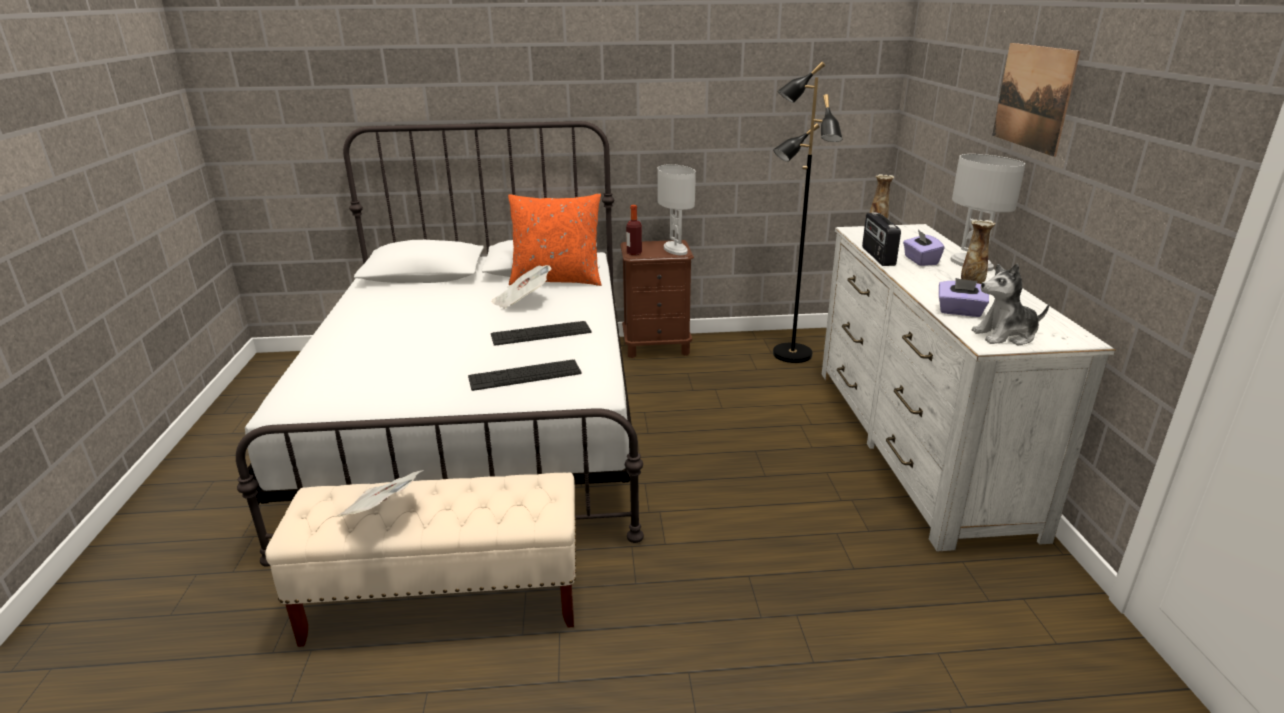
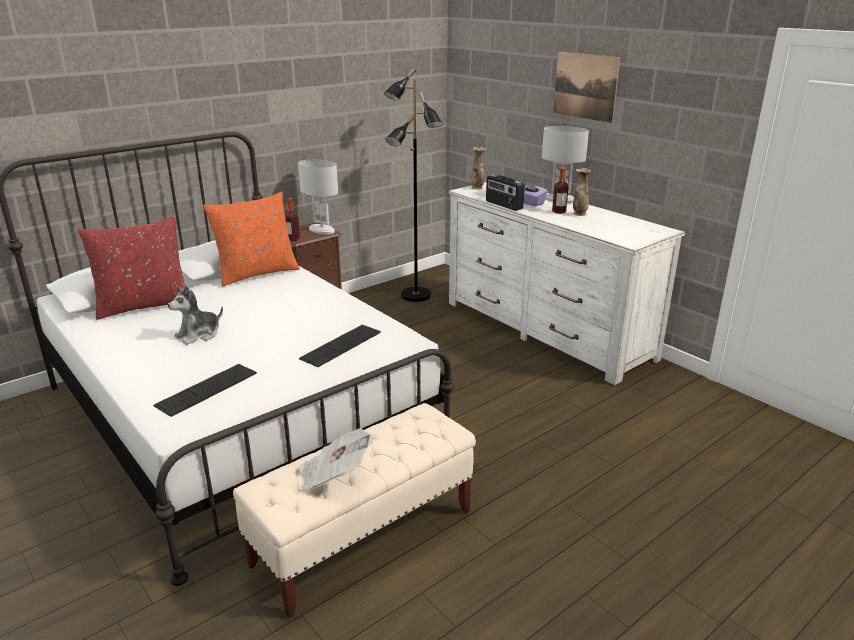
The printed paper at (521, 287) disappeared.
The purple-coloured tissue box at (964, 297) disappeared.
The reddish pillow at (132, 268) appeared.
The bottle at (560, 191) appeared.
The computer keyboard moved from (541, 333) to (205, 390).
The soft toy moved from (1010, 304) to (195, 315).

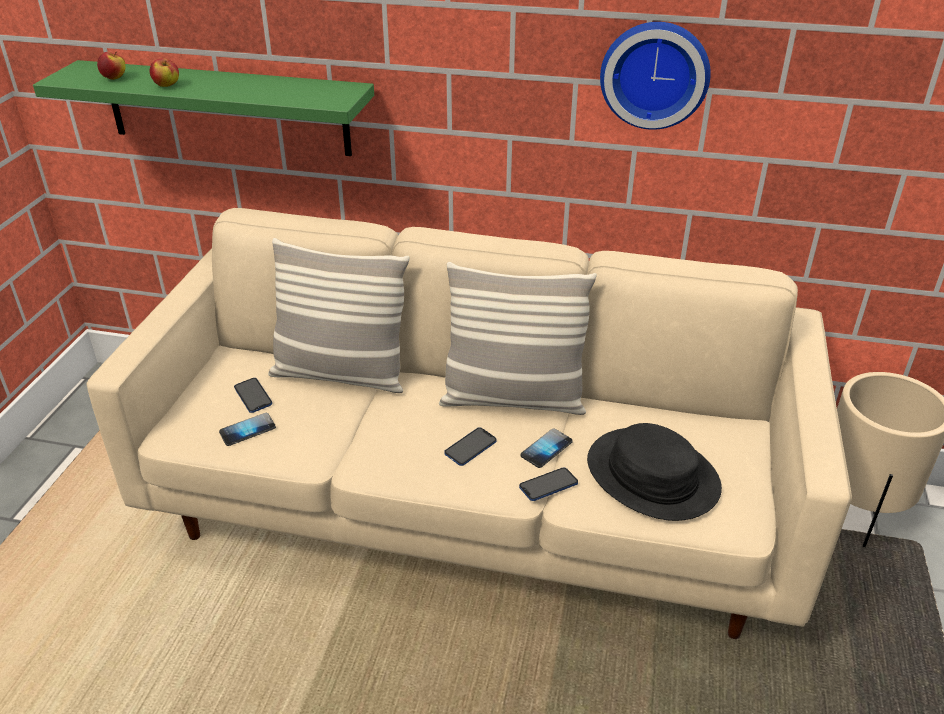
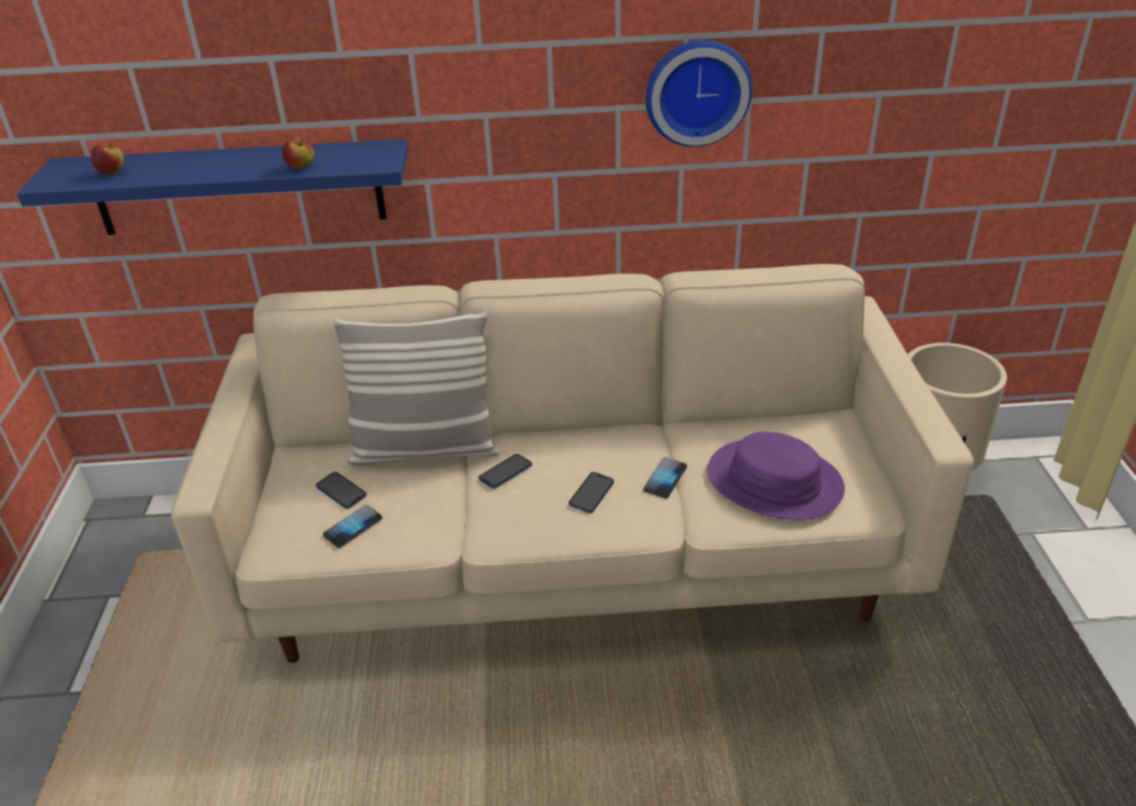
The pillow at (518, 338) disappeared.
The whole apple moved from (164, 72) to (298, 153).
The telephone moved from (548, 484) to (505, 471).
The green shelf at (203, 108) became the blue-coloured shelf at (212, 187).
The black-coloured clothing hat at (654, 472) became the purple-coloured clothing hat at (776, 476).

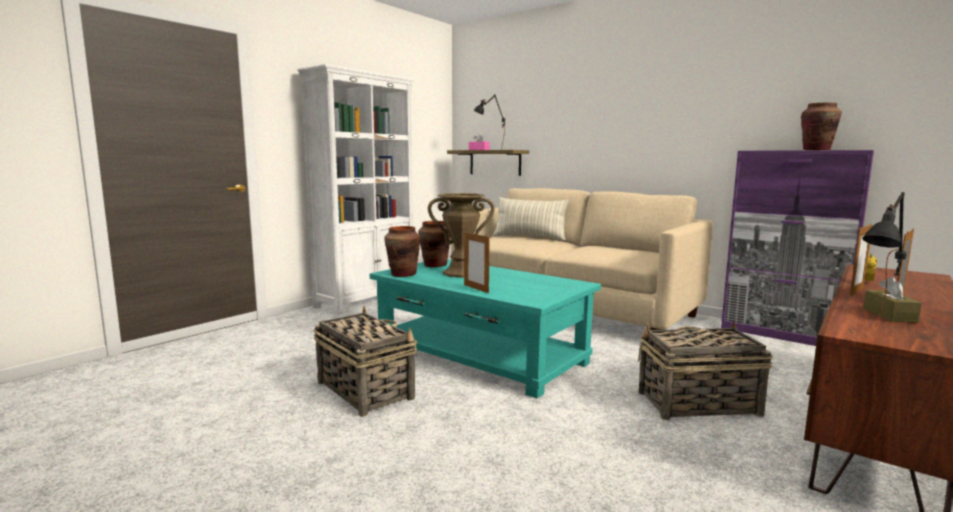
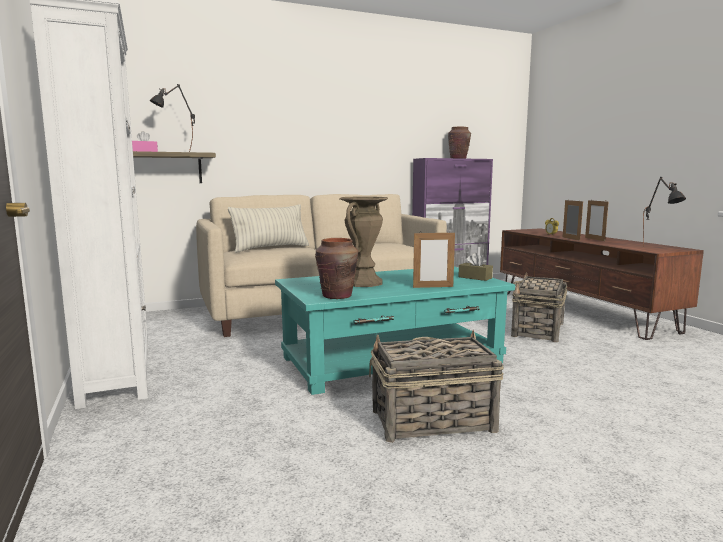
The brown decorative vase at (434, 244) disappeared.
The brown tissue box moved from (892, 300) to (475, 267).

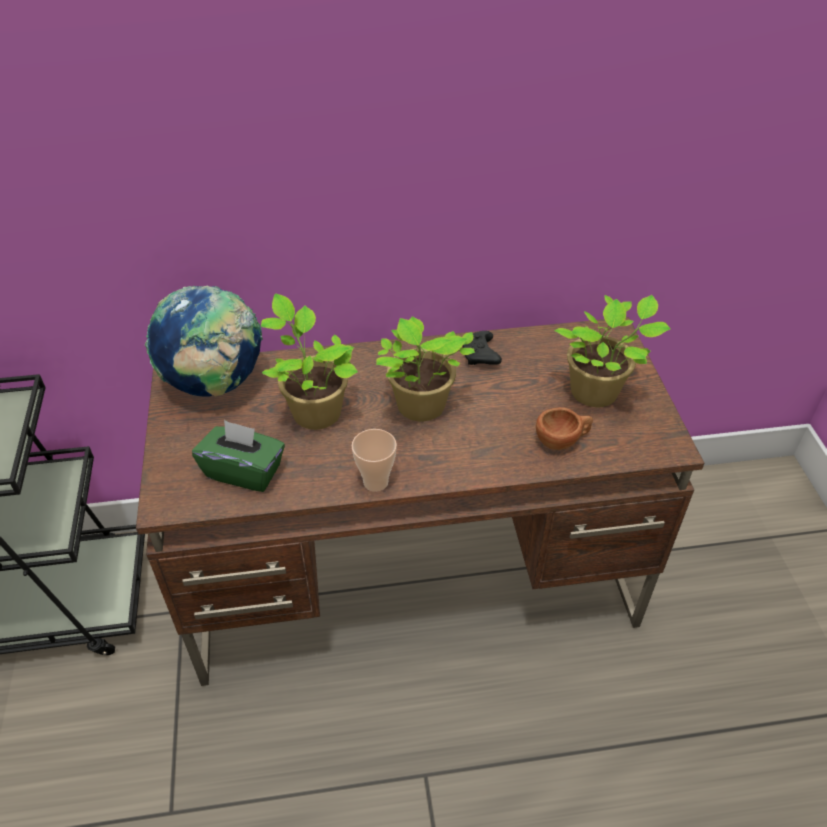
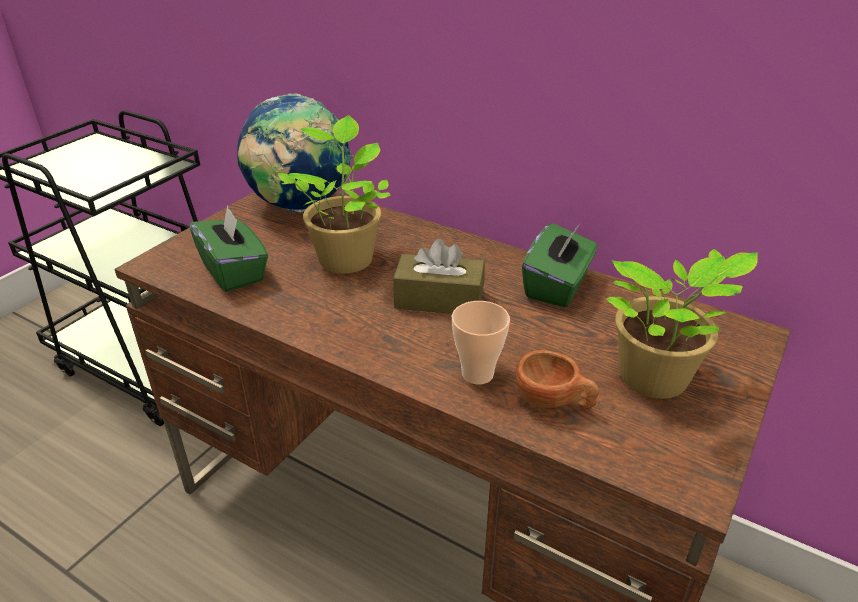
The small cup moved from (374, 460) to (481, 342).
The plant in a pot at (425, 368) was replaced by the brown tissue box at (439, 276).
The black-coloured joypad at (482, 348) was replaced by the green tissue box at (560, 265).

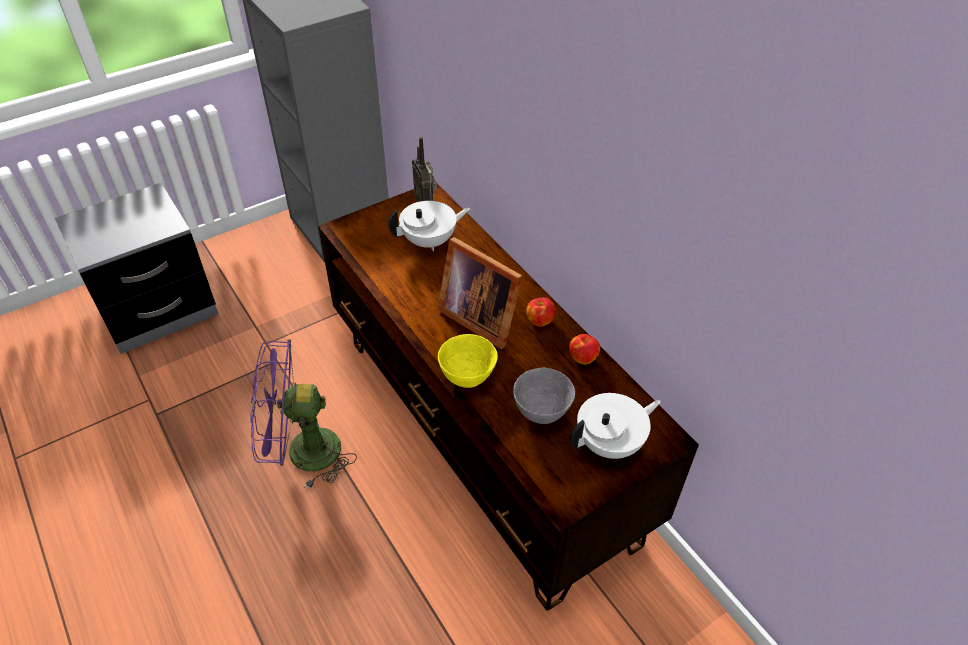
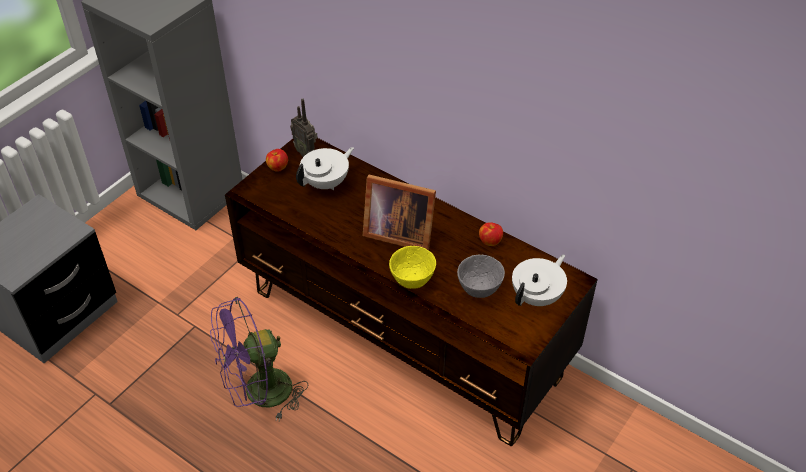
The whole apple moved from (541, 312) to (277, 160).

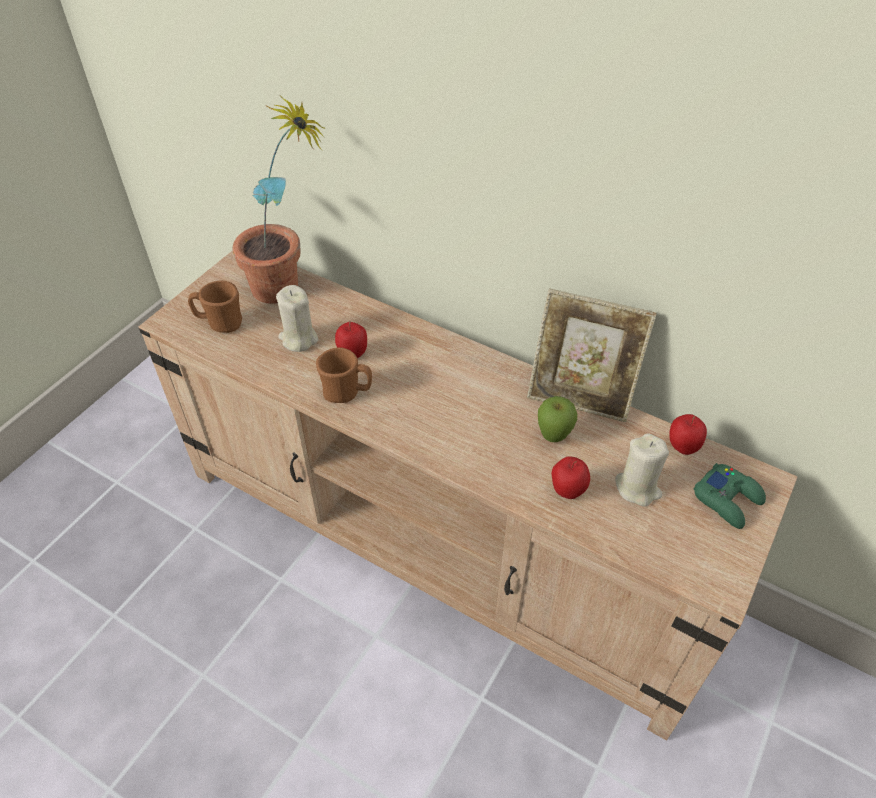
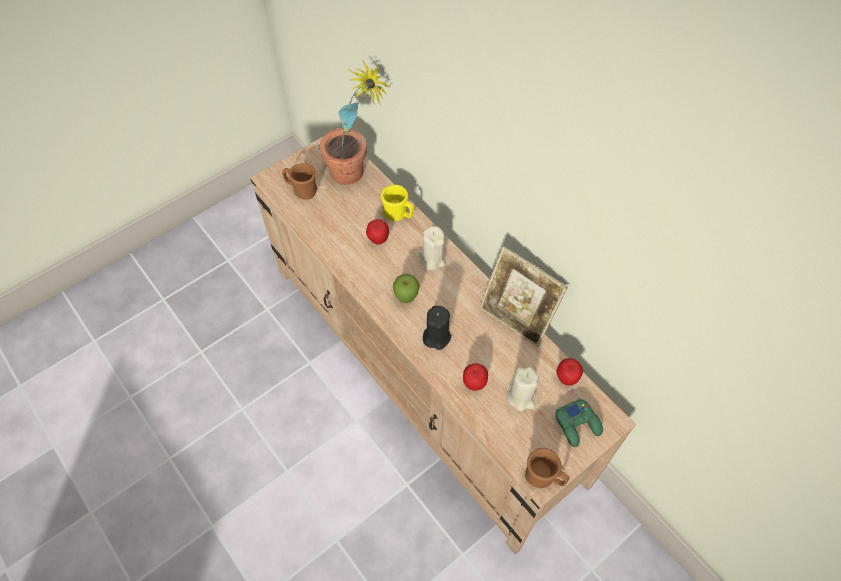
The yellowish coffee mug at (397, 203) appeared.
The black-coloured wax candle at (437, 328) appeared.
The sand-coloured wax candle moved from (297, 318) to (432, 248).
The brown coffee mug moved from (344, 375) to (547, 468).
The whole apple moved from (557, 419) to (406, 288).

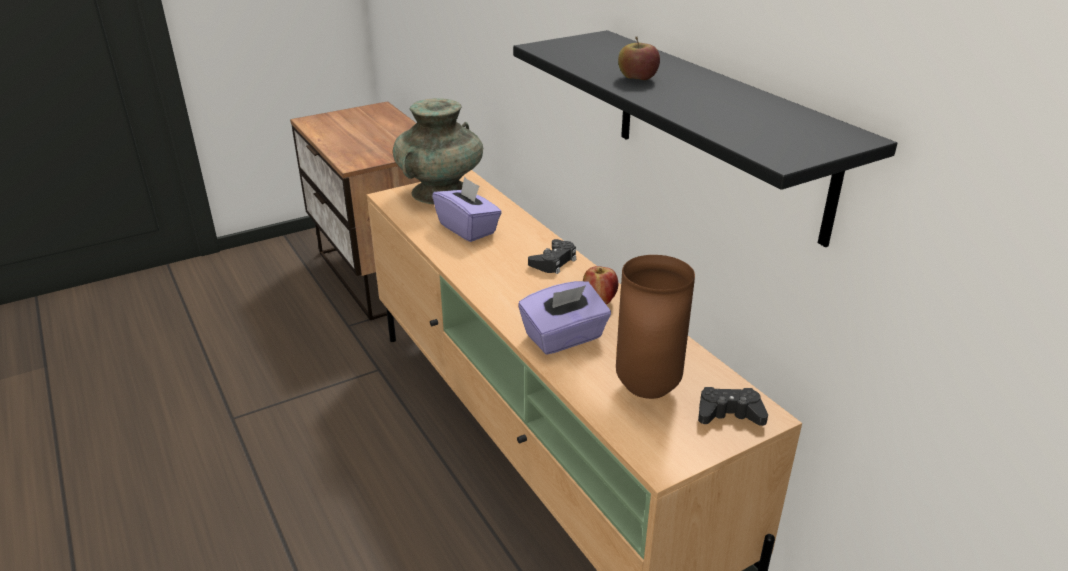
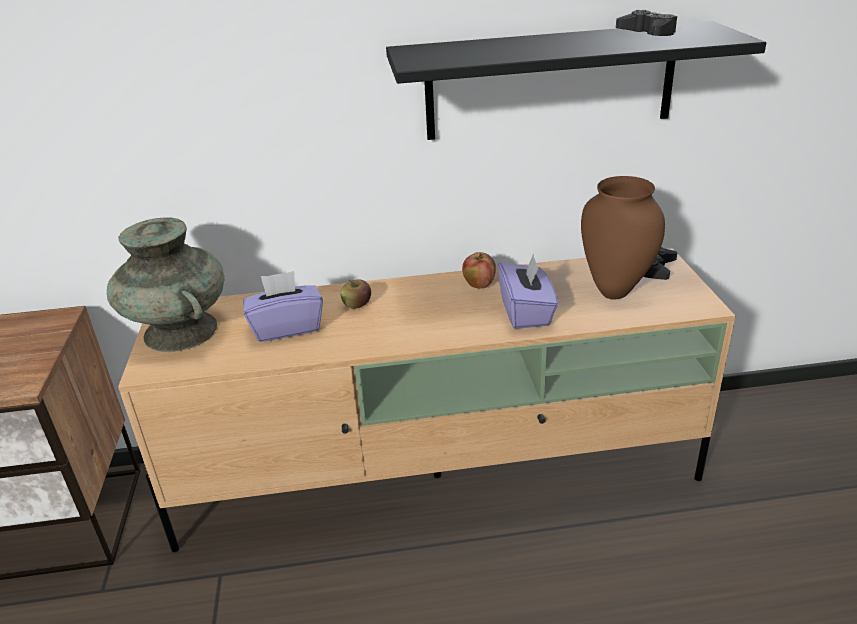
The black-coloured joypad moved from (552, 256) to (646, 23).
The whole apple moved from (639, 58) to (356, 294).

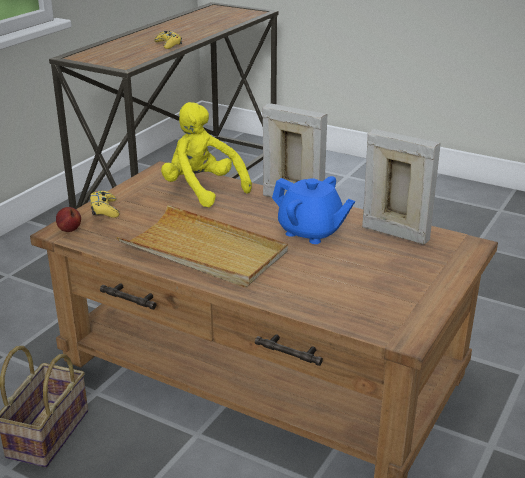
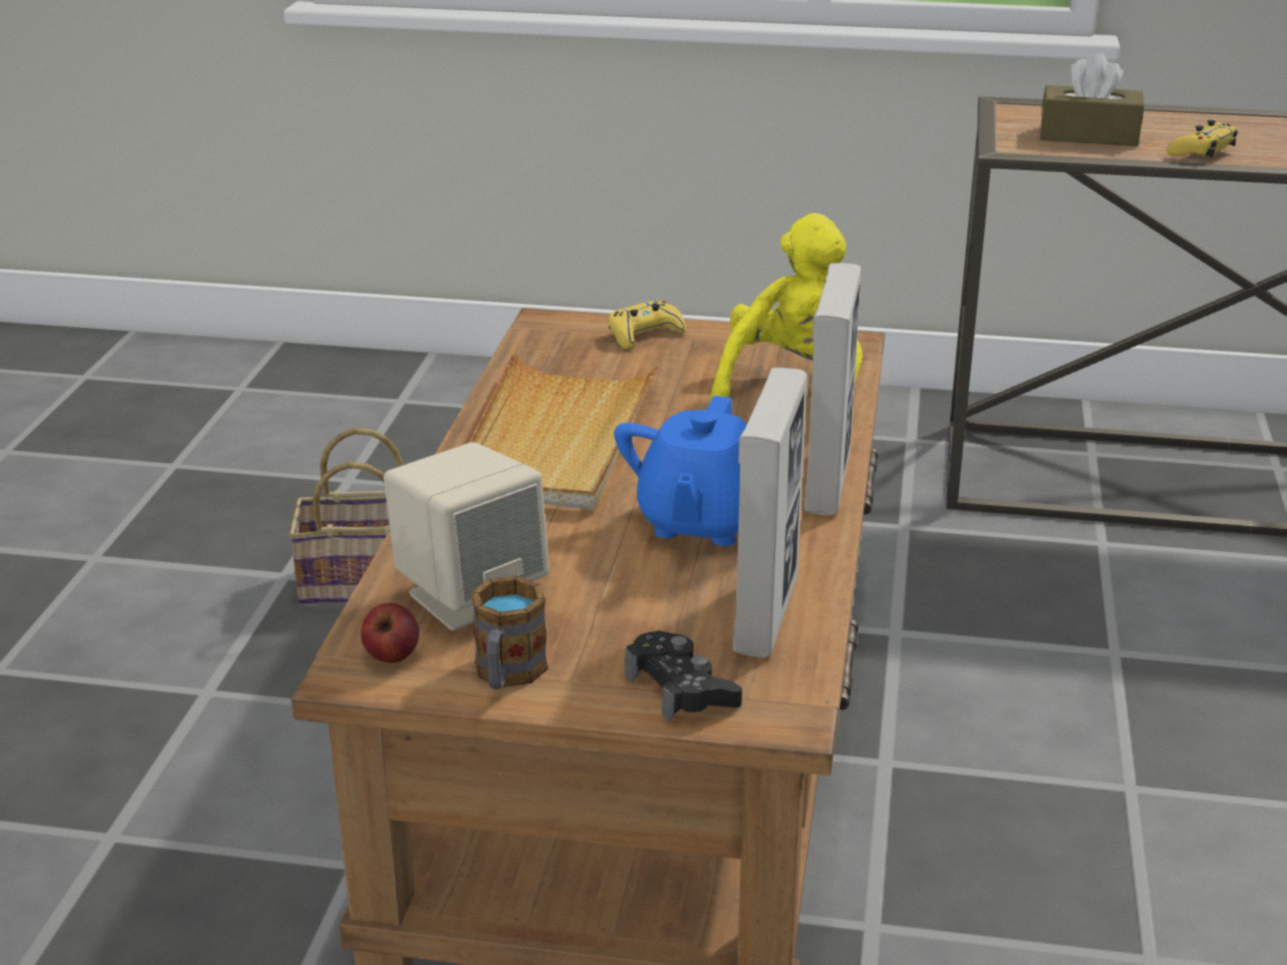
The sand-coloured audio speaker at (466, 536) appeared.
The coffee mug at (509, 633) appeared.
The black-coloured joypad at (683, 676) appeared.
The brown tissue box at (1092, 99) appeared.
The whole apple moved from (68, 219) to (390, 633).

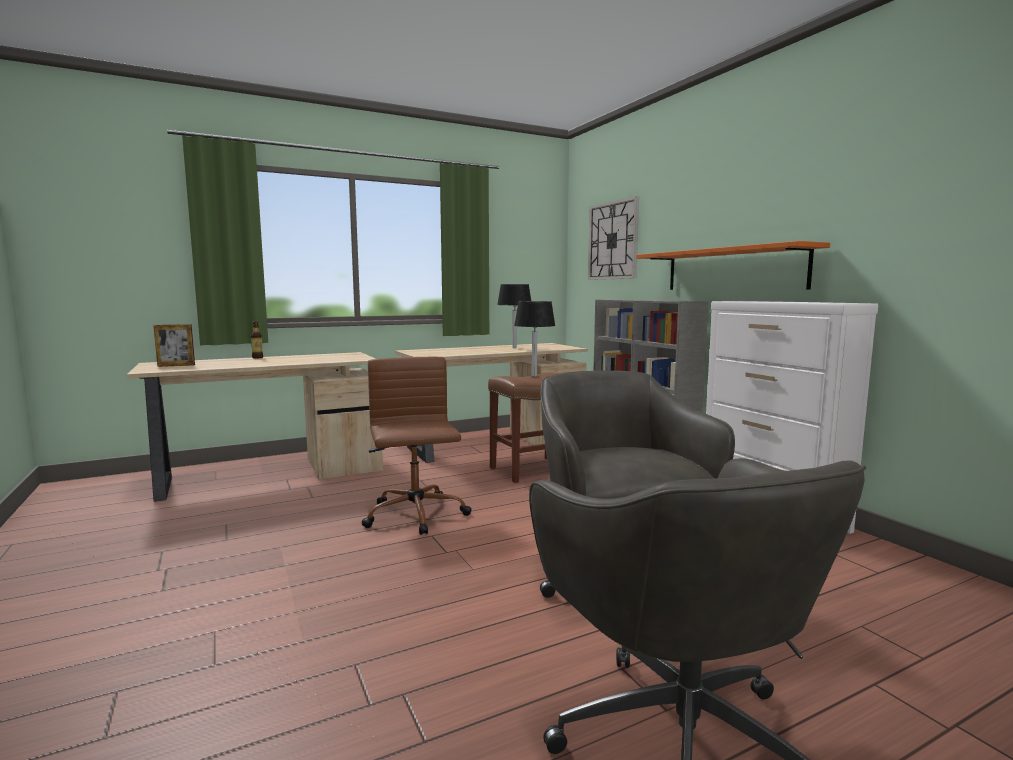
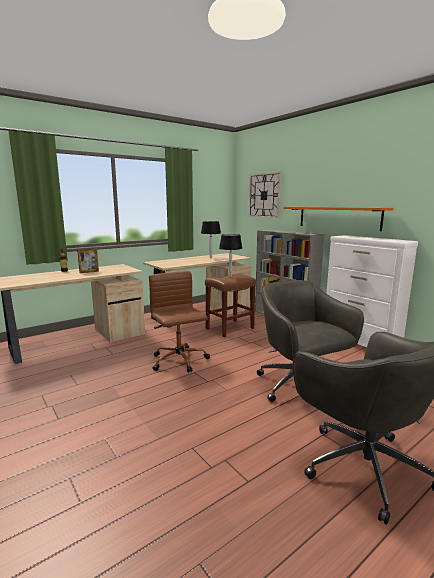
The photo frame moved from (174, 345) to (88, 261).

